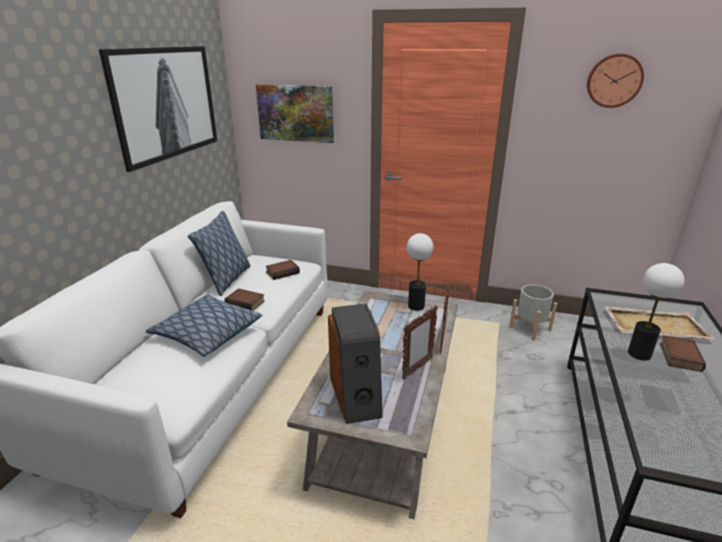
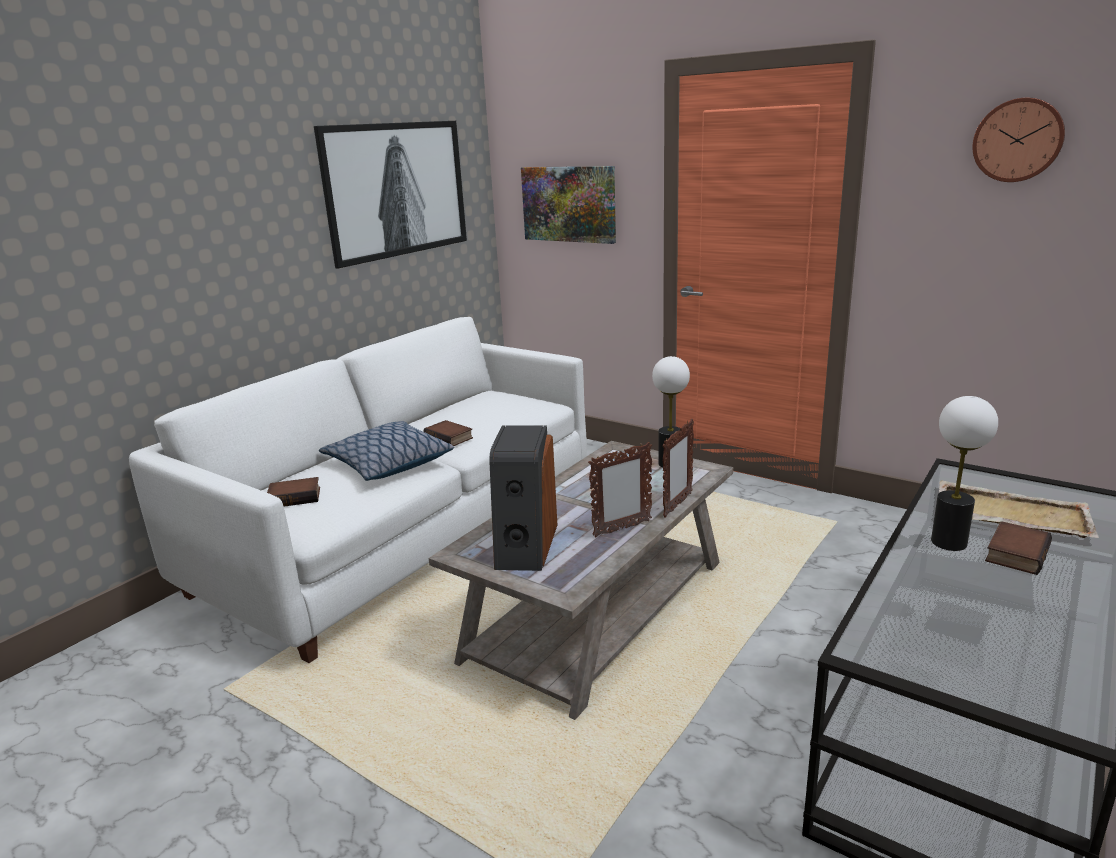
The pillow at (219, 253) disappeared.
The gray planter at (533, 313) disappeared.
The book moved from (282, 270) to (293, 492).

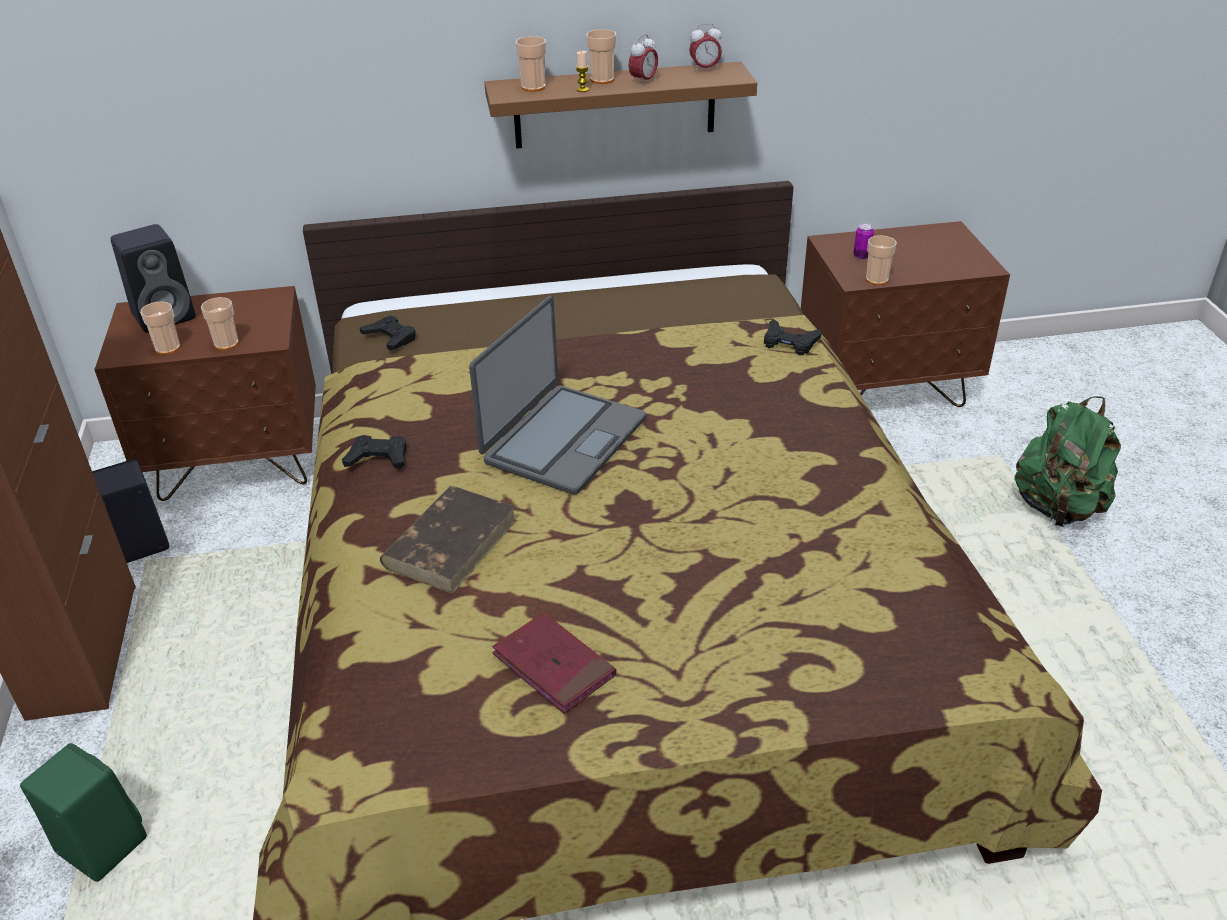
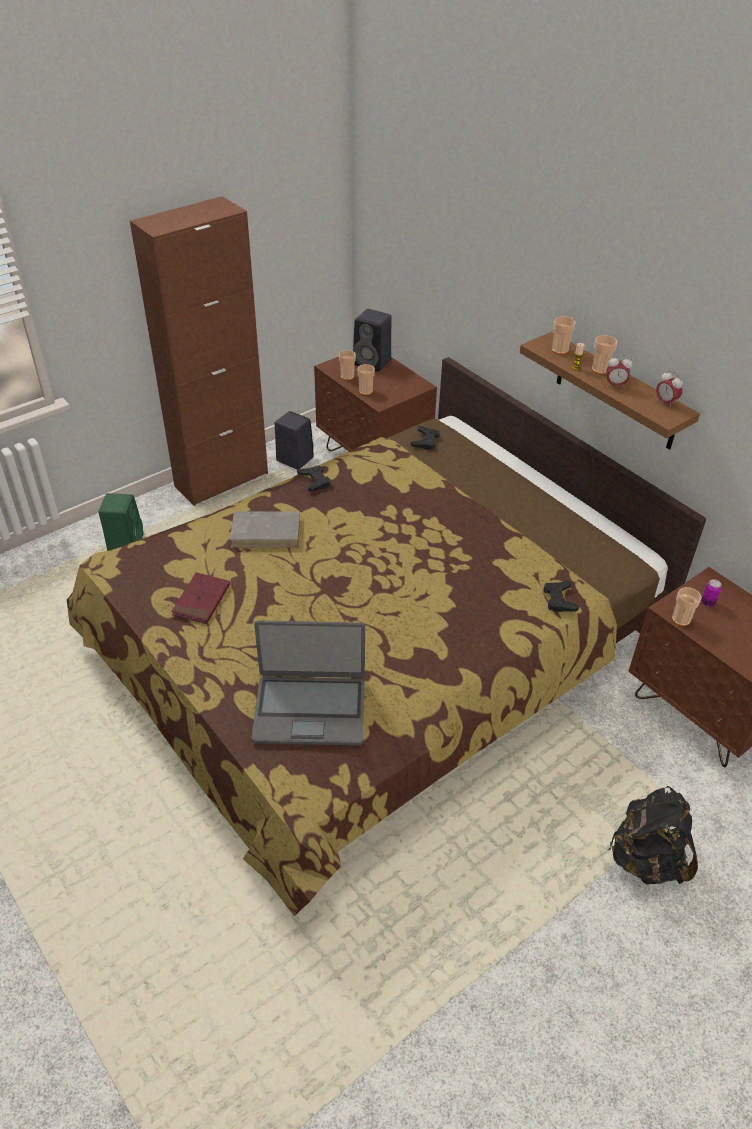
The laptop moved from (557, 395) to (308, 683).
The brown book at (448, 540) became the gray book at (265, 529).
The green knapsack at (1067, 461) became the black-coloured knapsack at (653, 835).

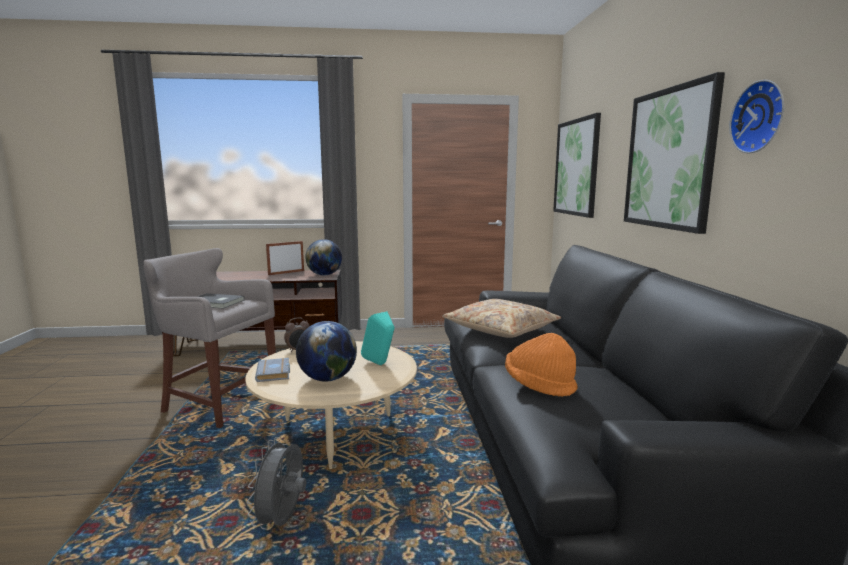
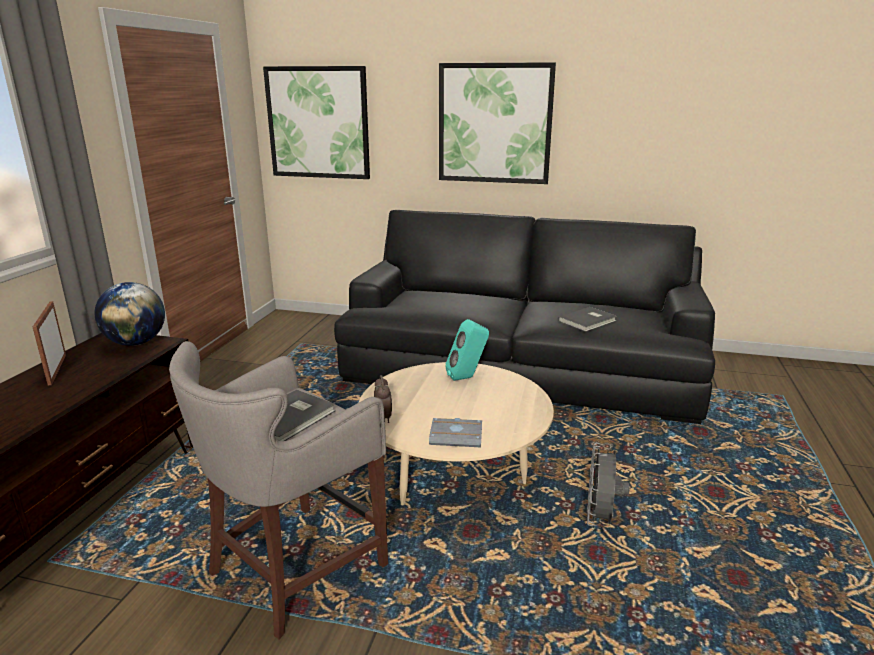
The world globe at (326, 351) disappeared.
The sand-coloured pillow at (501, 318) disappeared.
The hanging clock at (756, 116) disappeared.
The orange-coloured clothing hat at (541, 365) was replaced by the gray book at (587, 319).
The gray electric fan at (276, 483) turned 75 degrees clockwise.

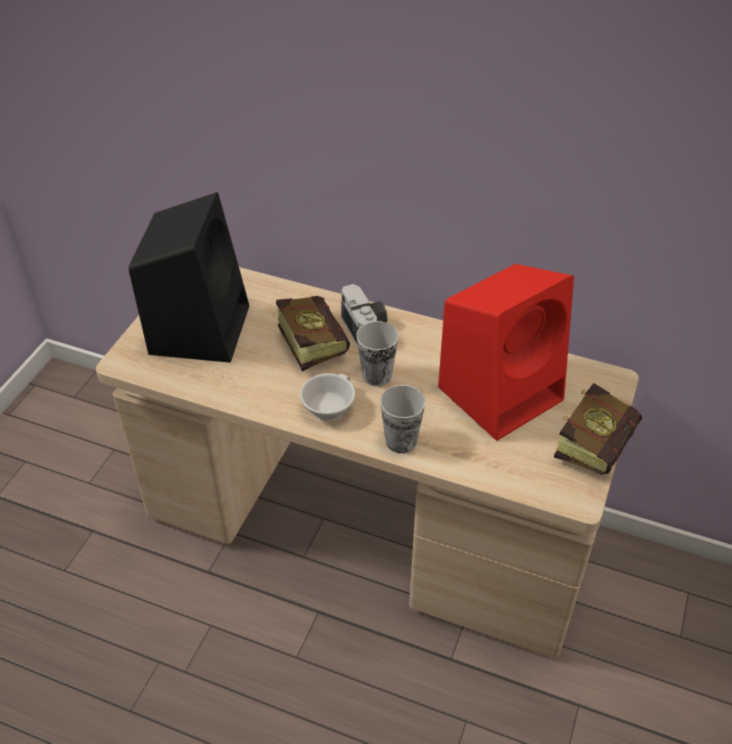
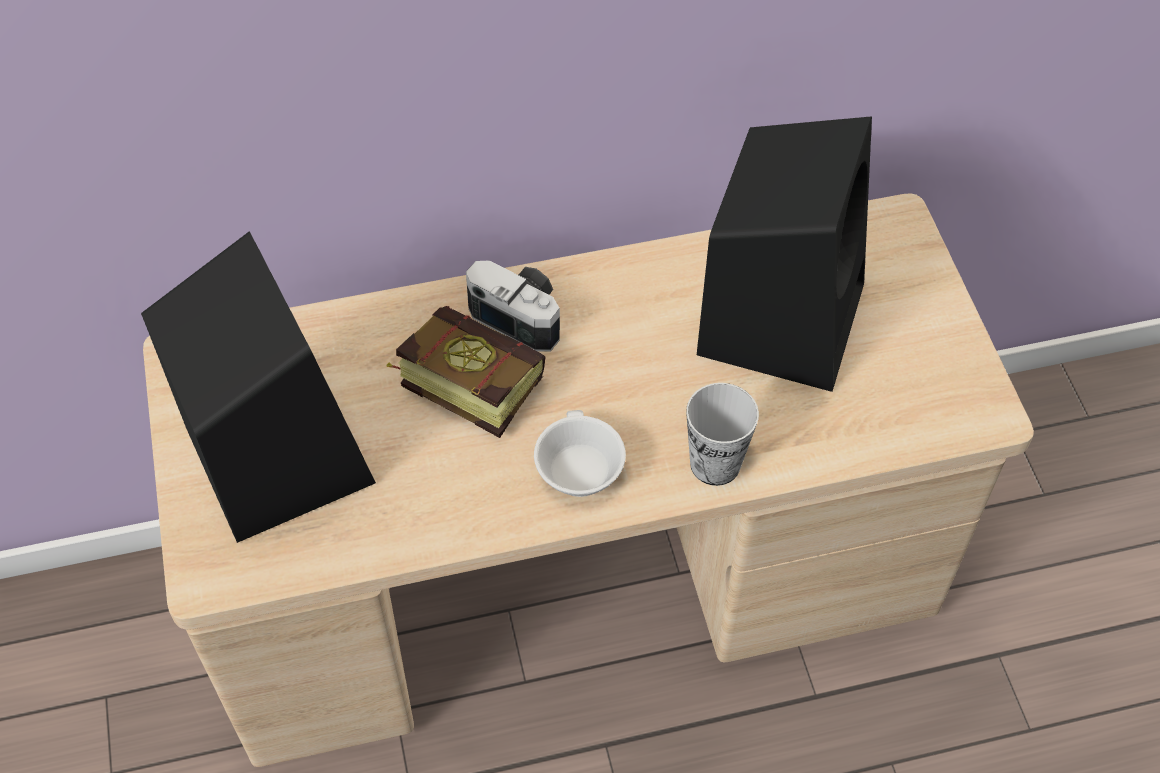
The small cup at (377, 353) disappeared.
The book at (598, 429) disappeared.
The reddish audio speaker at (506, 352) became the black-coloured audio speaker at (784, 254).

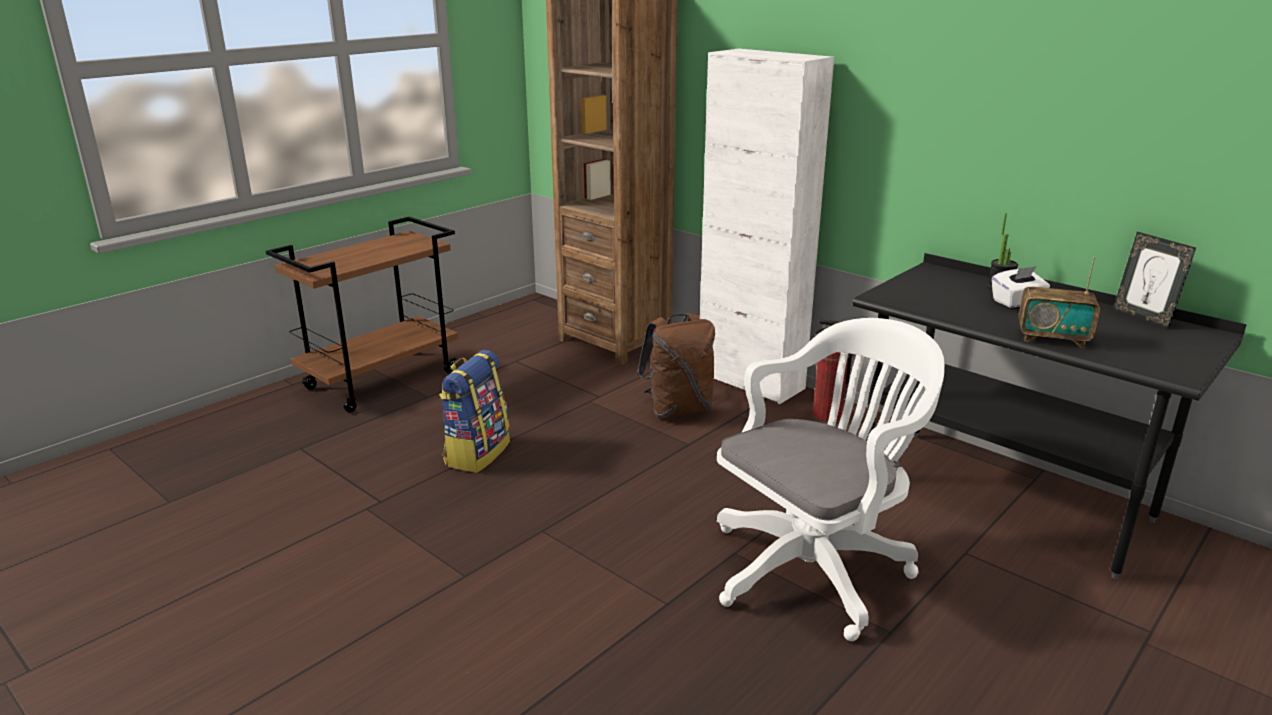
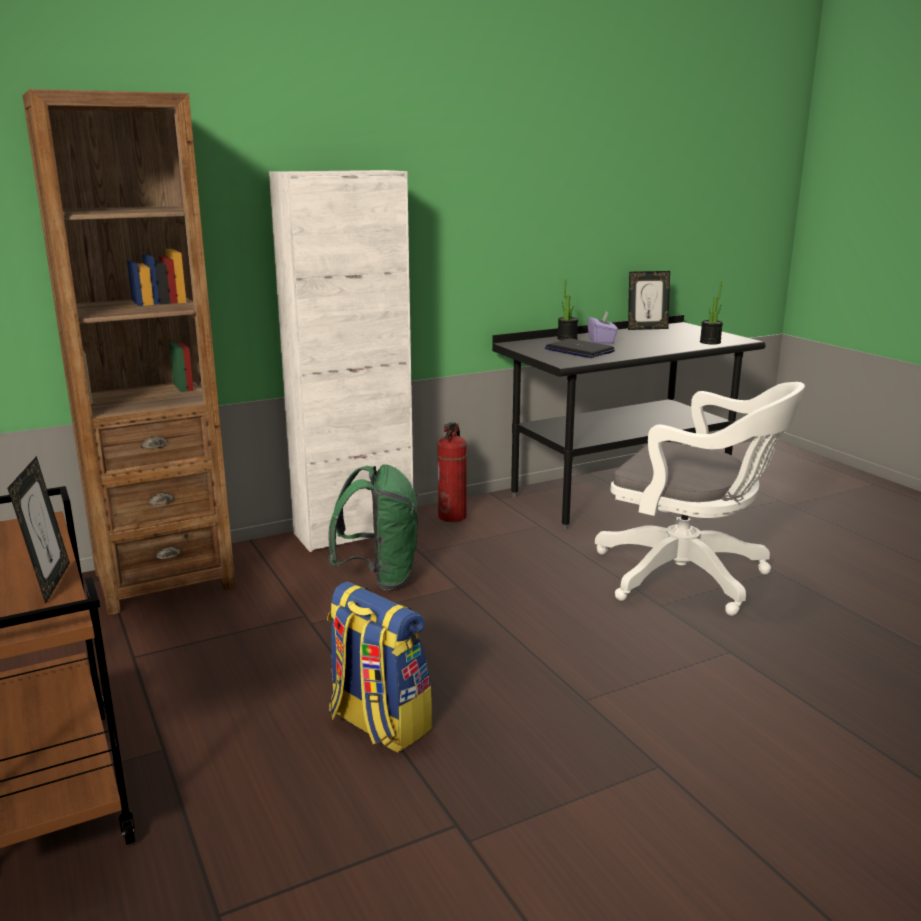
The radio at (1059, 302) disappeared.
The photo frame at (38, 530) appeared.
The laptop at (580, 348) appeared.
The plant in a pot at (711, 312) appeared.
The brown knapsack at (676, 365) became the green knapsack at (373, 527).
The white-coloured tissue box at (1021, 287) became the purple-coloured tissue box at (602, 327).
The white-coloured desk chair at (831, 479) turned 135 degrees clockwise.

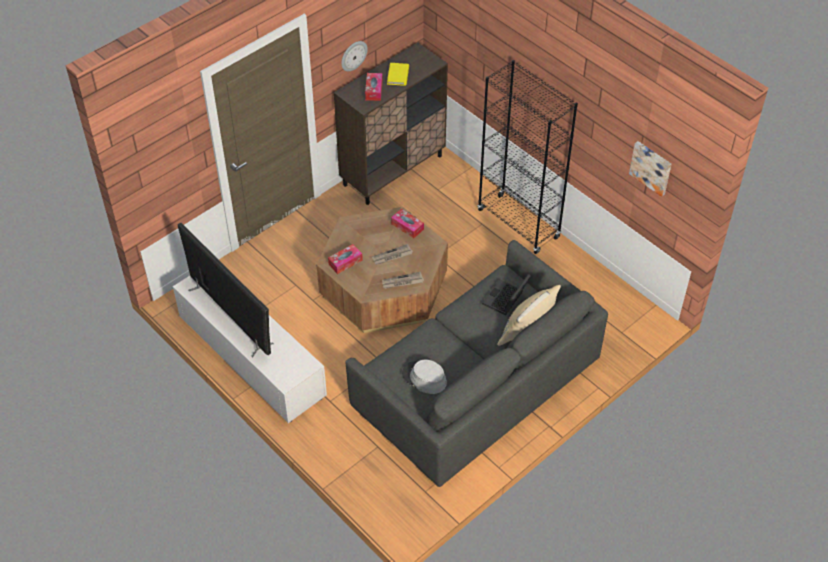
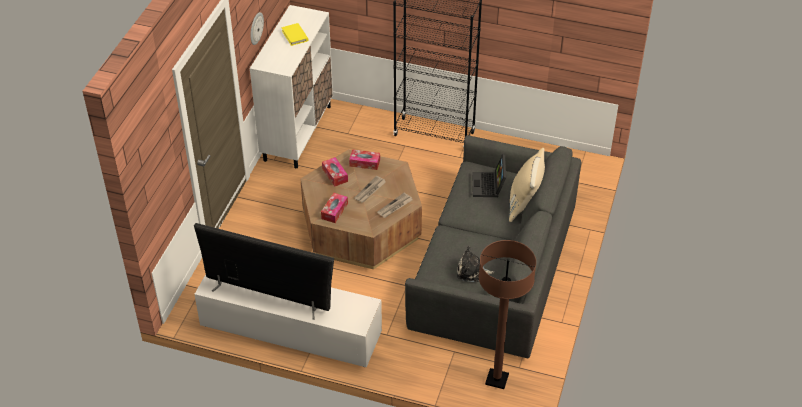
The picture at (650, 169) disappeared.
The brown floor lamp at (507, 314) appeared.
The tissue box moved from (374, 87) to (335, 172).
The gray clothing hat at (424, 377) was replaced by the soft toy at (475, 264).
The brown cupboard at (391, 123) became the white-coloured cupboard at (291, 86).

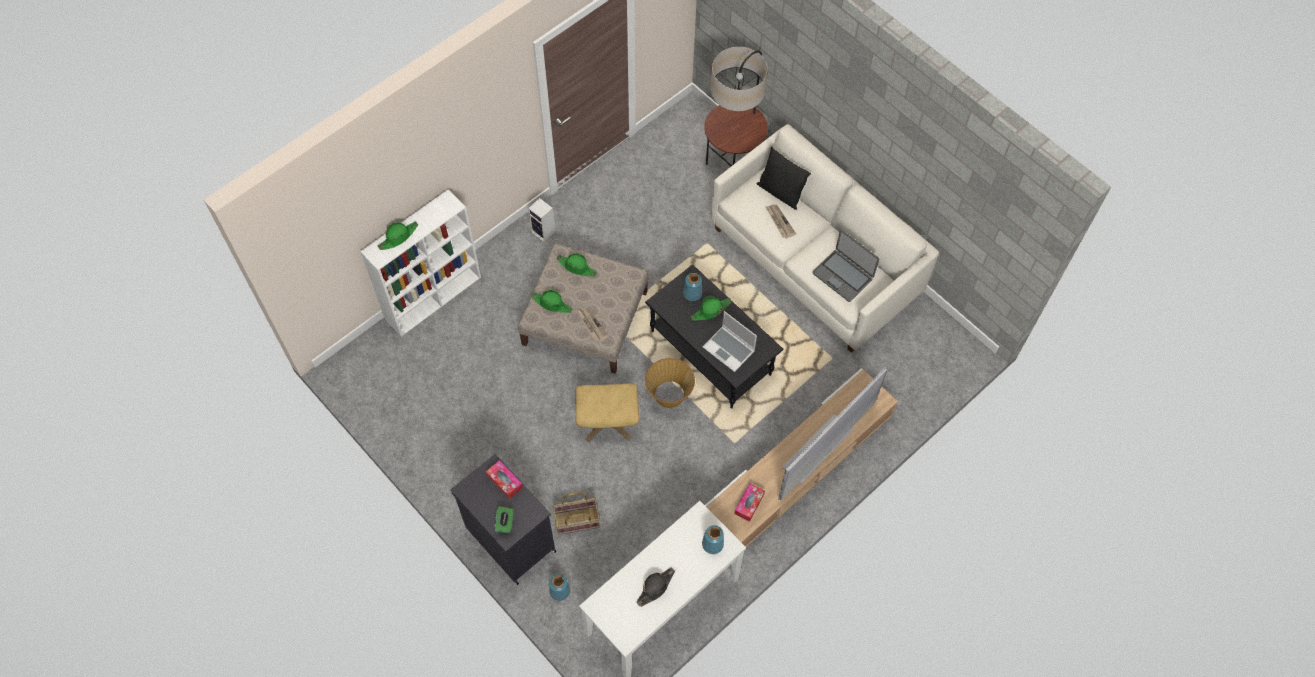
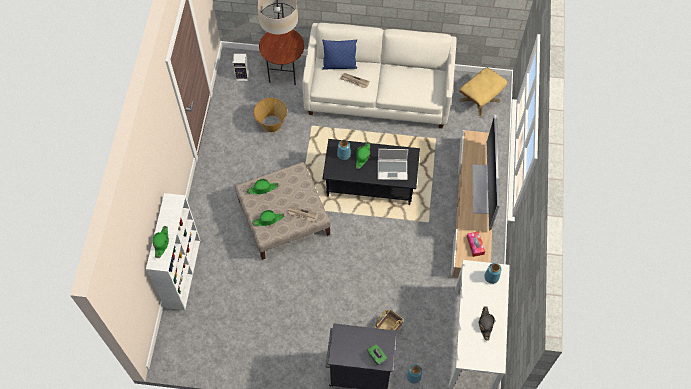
The tissue box at (504, 479) disappeared.
The laptop at (845, 266) disappeared.
The audio speaker moved from (542, 220) to (241, 67).
The sand-coloured pouffe moved from (607, 413) to (483, 92).
The household basket moved from (670, 383) to (270, 115).
The black-coloured pillow at (784, 178) became the blue-coloured pillow at (339, 55).

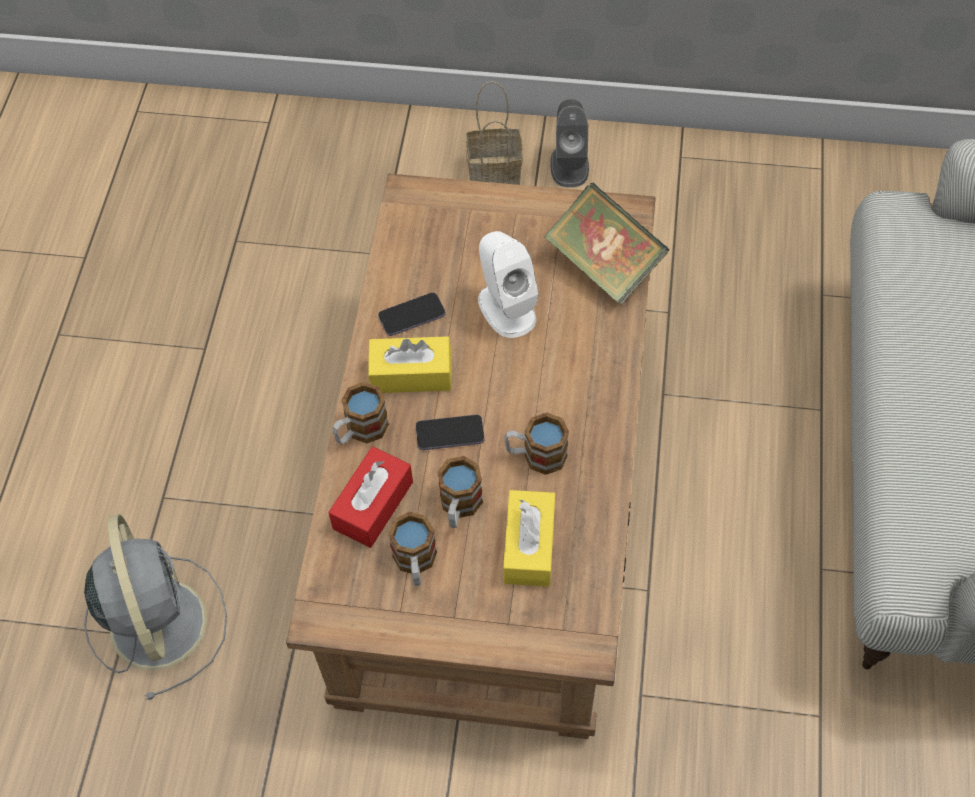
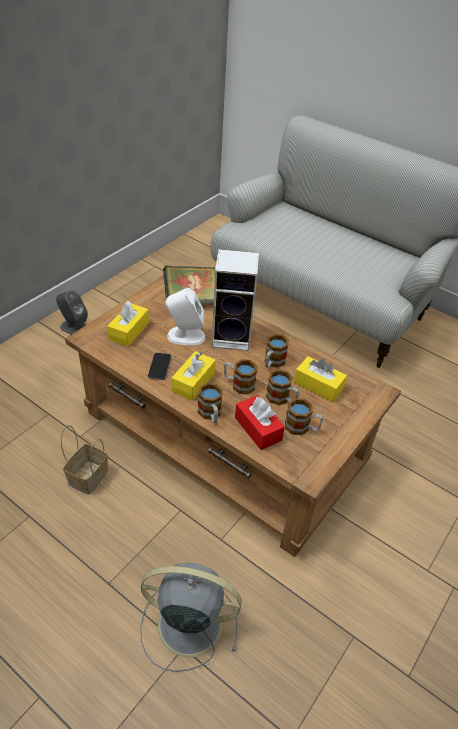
The yellowish tissue box at (128, 324) appeared.
The audio speaker at (235, 300) appeared.
The household basket moved from (494, 133) to (84, 460).
The telephone at (450, 432) was replaced by the coffee mug at (240, 377).

